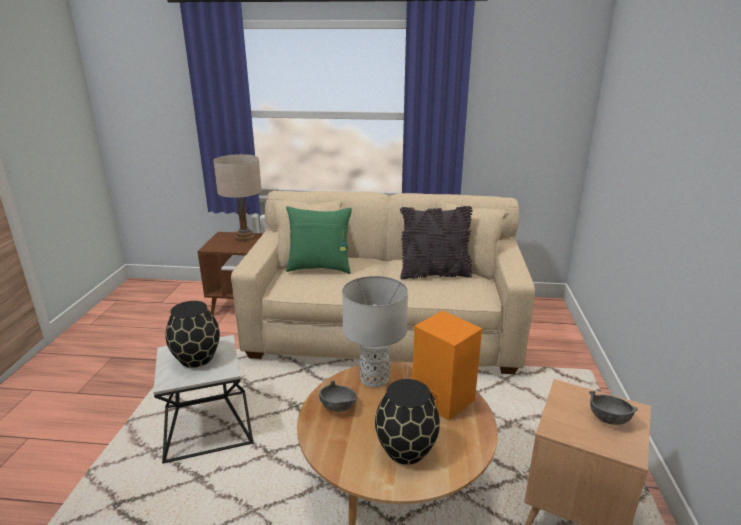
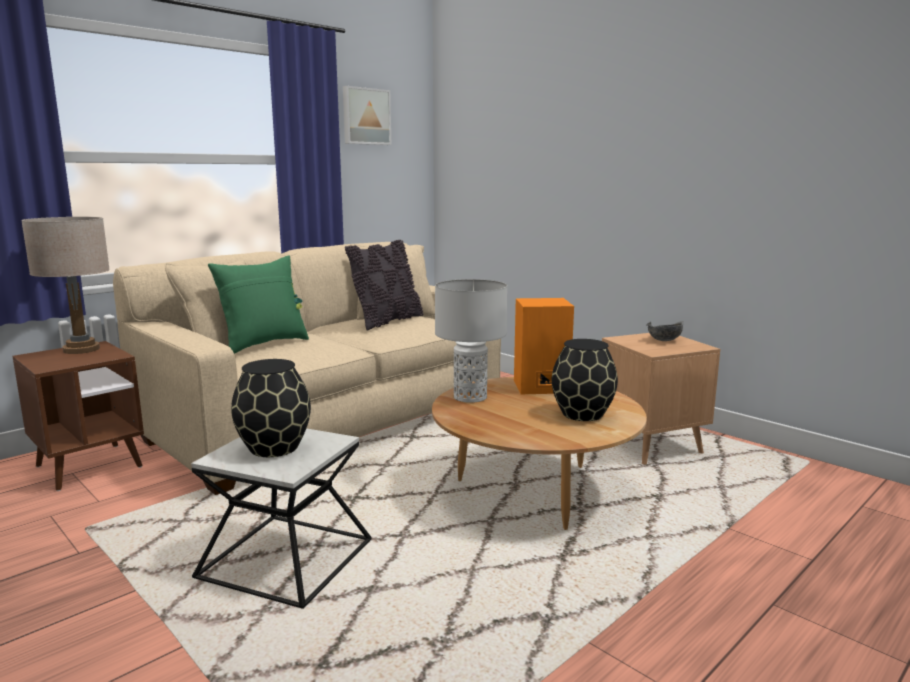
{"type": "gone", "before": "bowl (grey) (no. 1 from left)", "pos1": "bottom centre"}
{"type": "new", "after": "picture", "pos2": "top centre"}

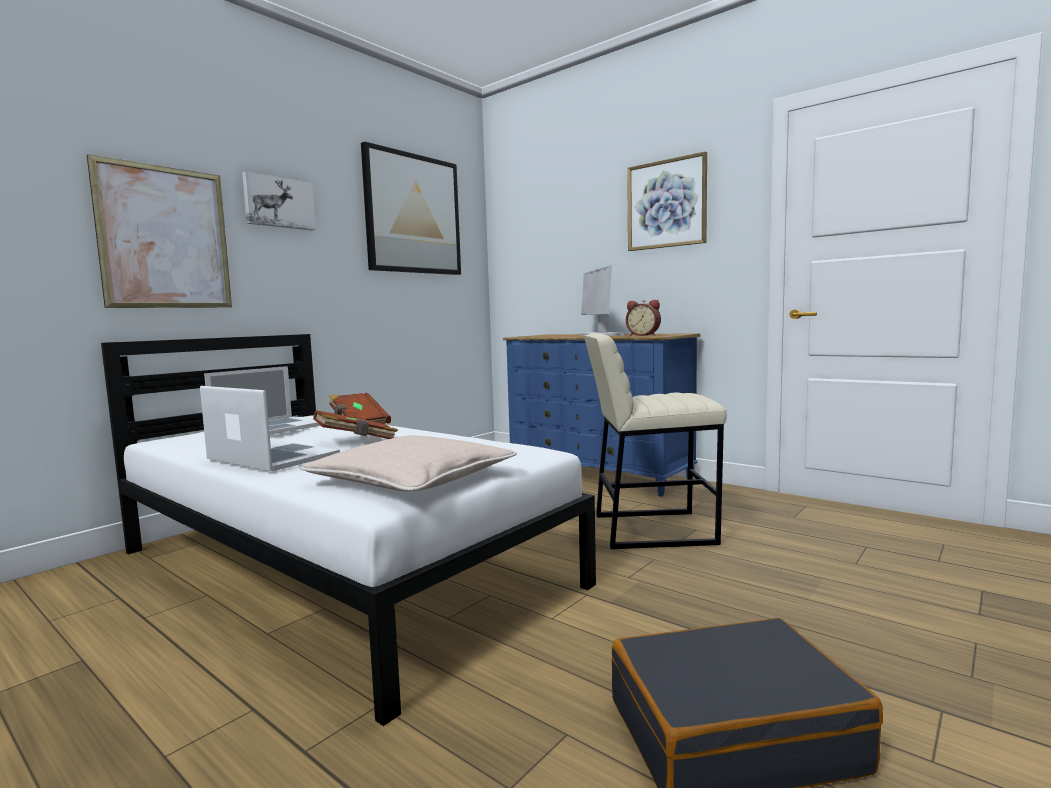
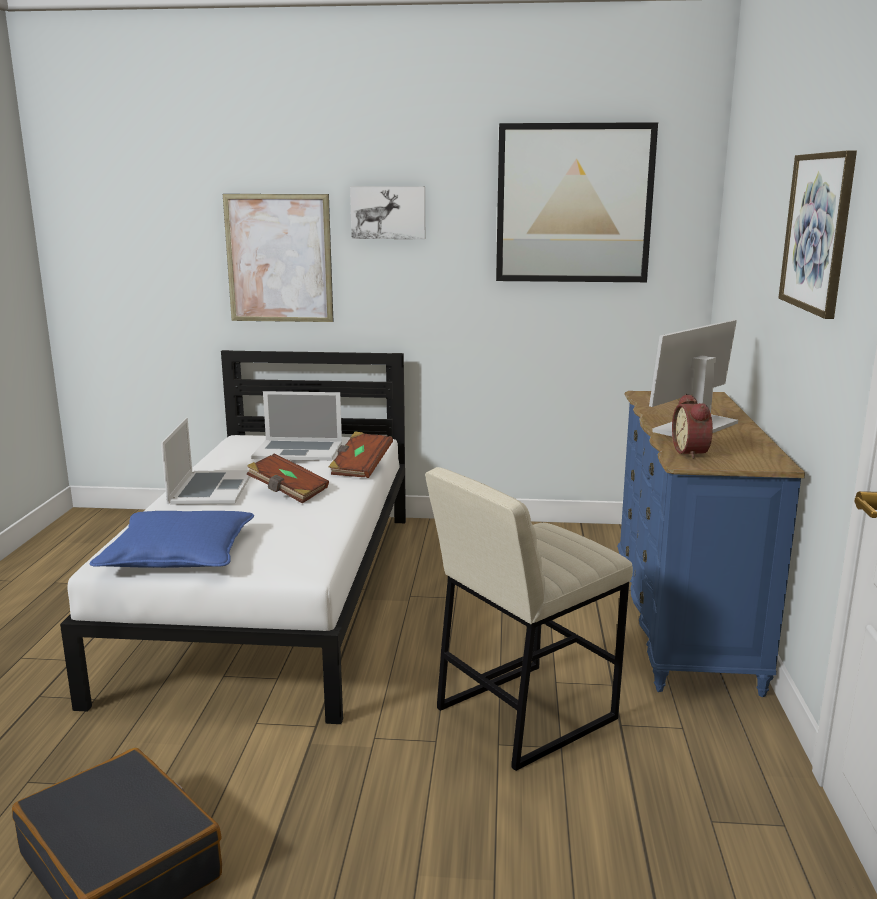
{"type": "repainted", "before": "pillow (beige)", "after": "pillow (blue)", "pos1": "centre", "pos2": "middle left"}
{"type": "rotated", "before": "chair (beige)", "pos1": "centre", "pos2": "bottom centre", "turn": -90}

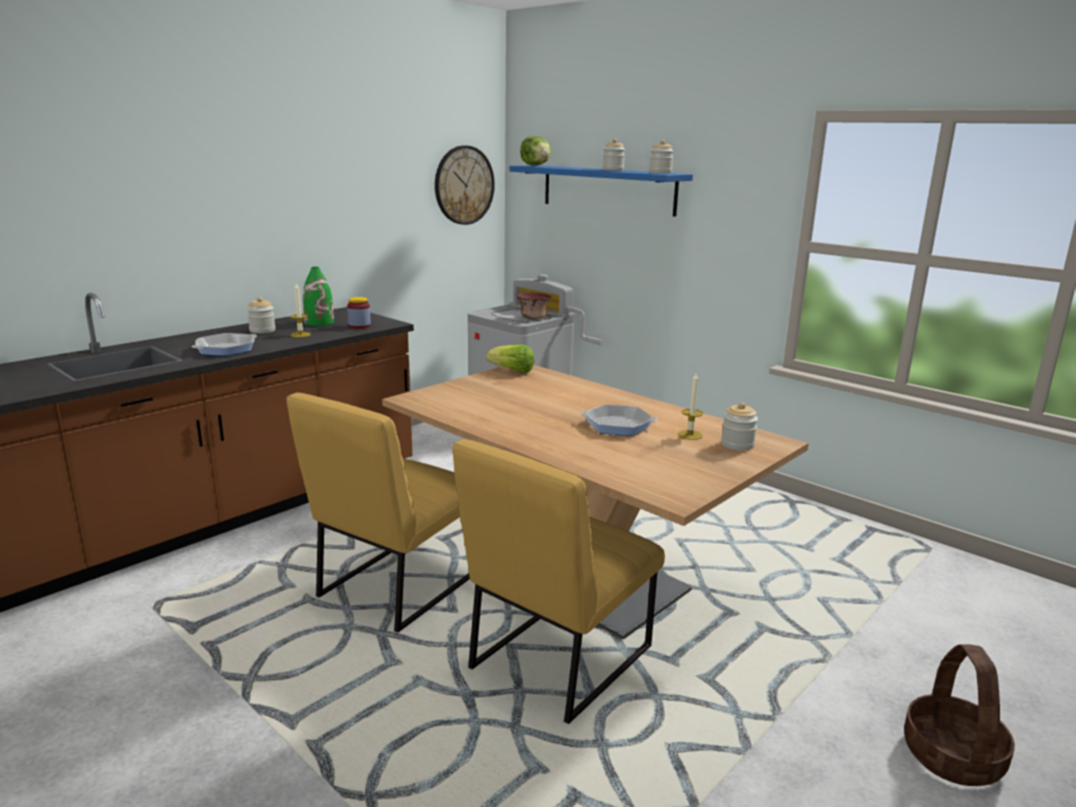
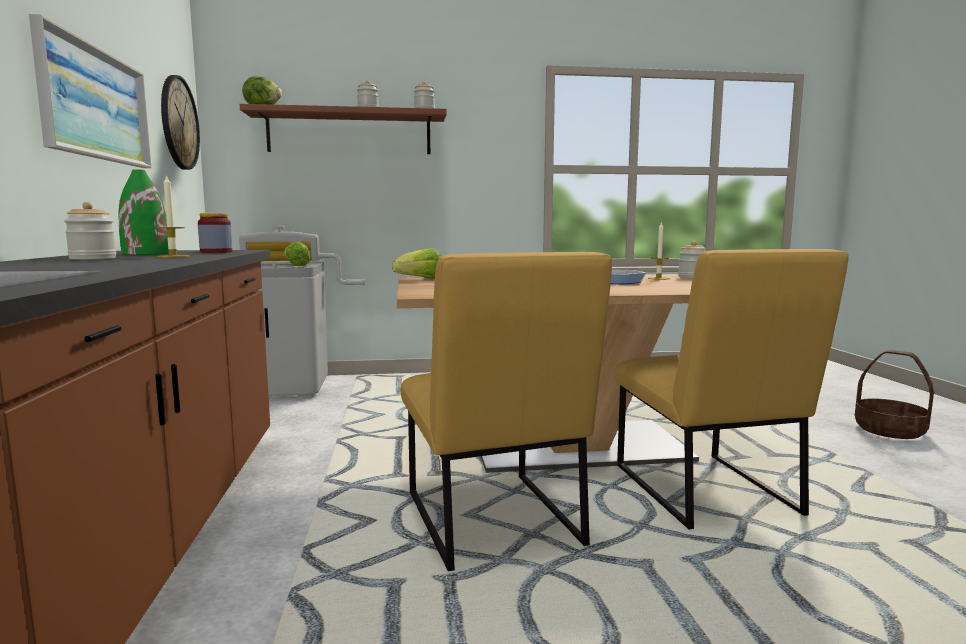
{"type": "gone", "before": "frying pan (no. 1 from left)", "pos1": "middle left"}
{"type": "new", "after": "picture", "pos2": "top left"}
{"type": "swapped", "before": "bowl", "after": "lettuce (no. 2 from left)", "pos1": "centre", "pos2": "middle left"}
{"type": "repainted", "before": "shelf (blue)", "after": "shelf (brown)", "pos1": "top centre", "pos2": "top centre"}

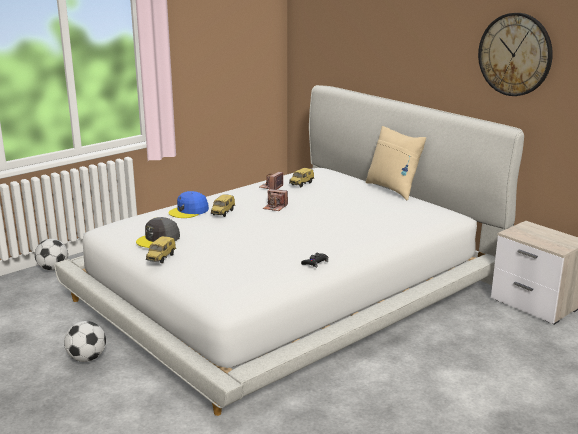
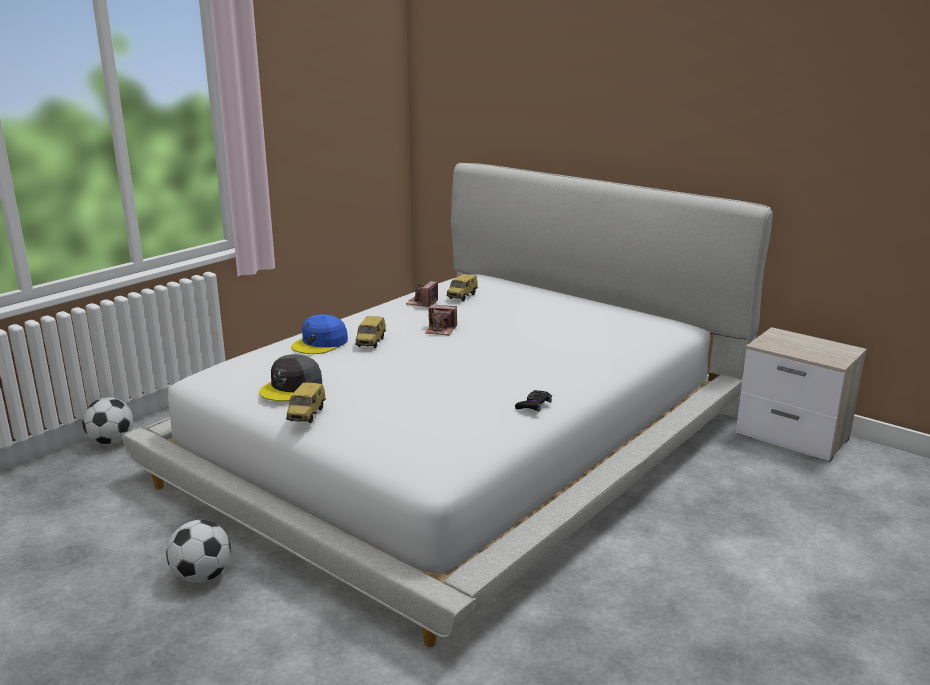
{"type": "gone", "before": "pillow (beige)", "pos1": "middle right"}
{"type": "gone", "before": "wall clock", "pos1": "top right"}

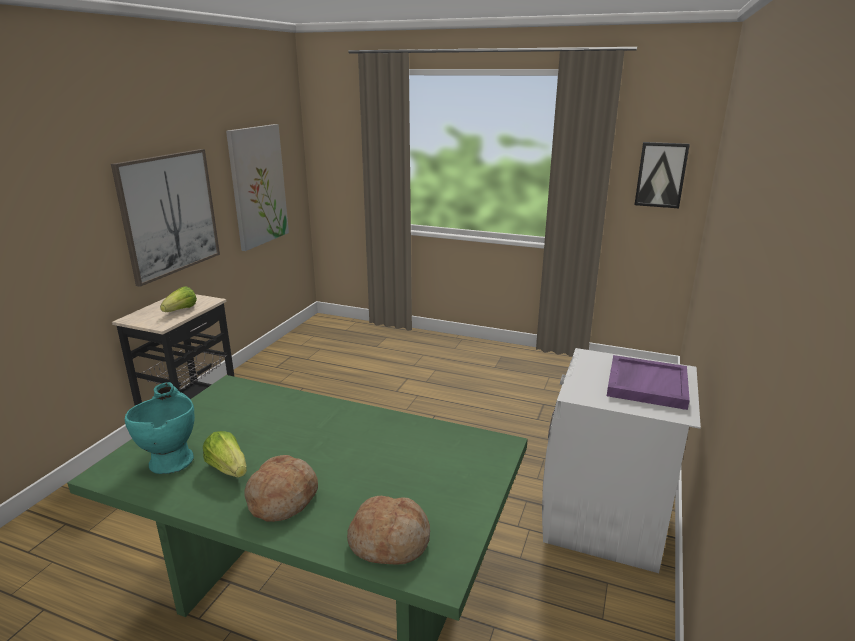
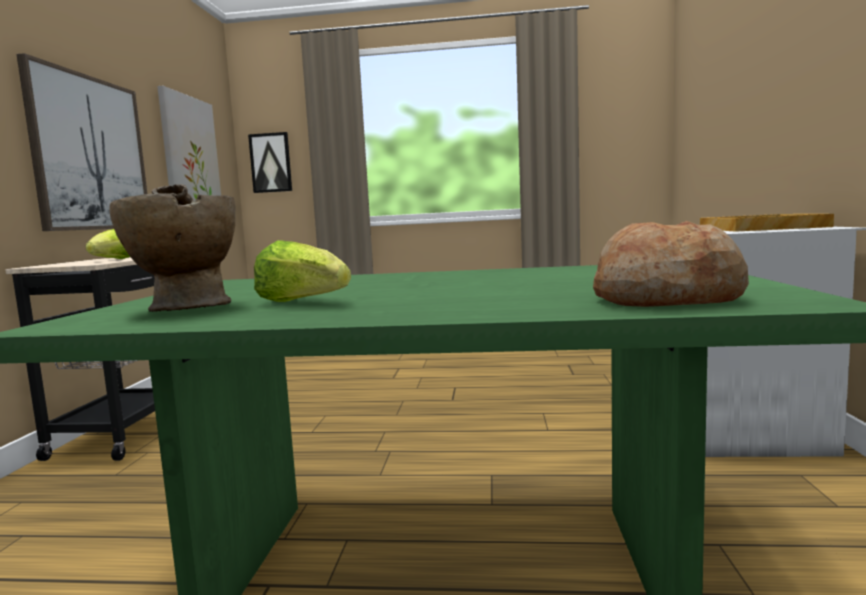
{"type": "gone", "before": "bread (no. 1 from left)", "pos1": "bottom left"}
{"type": "shifted", "before": "picture (no. 3 from left)", "pos1": "top right", "pos2": "top left"}
{"type": "repainted", "before": "vase (turquoise)", "after": "vase (beige)", "pos1": "bottom left", "pos2": "middle left"}
{"type": "repainted", "before": "tray (purple)", "after": "tray (beige)", "pos1": "middle right", "pos2": "middle right"}

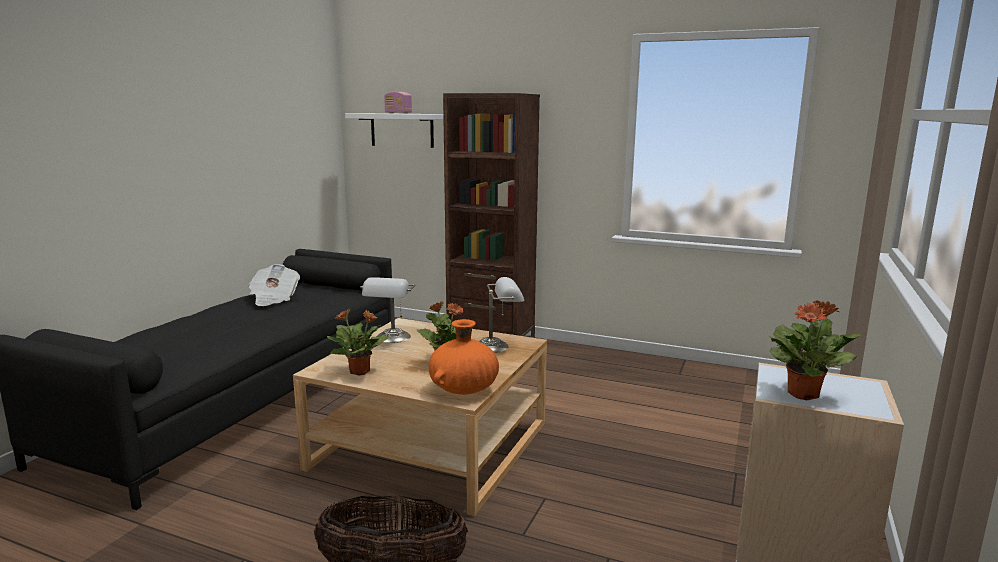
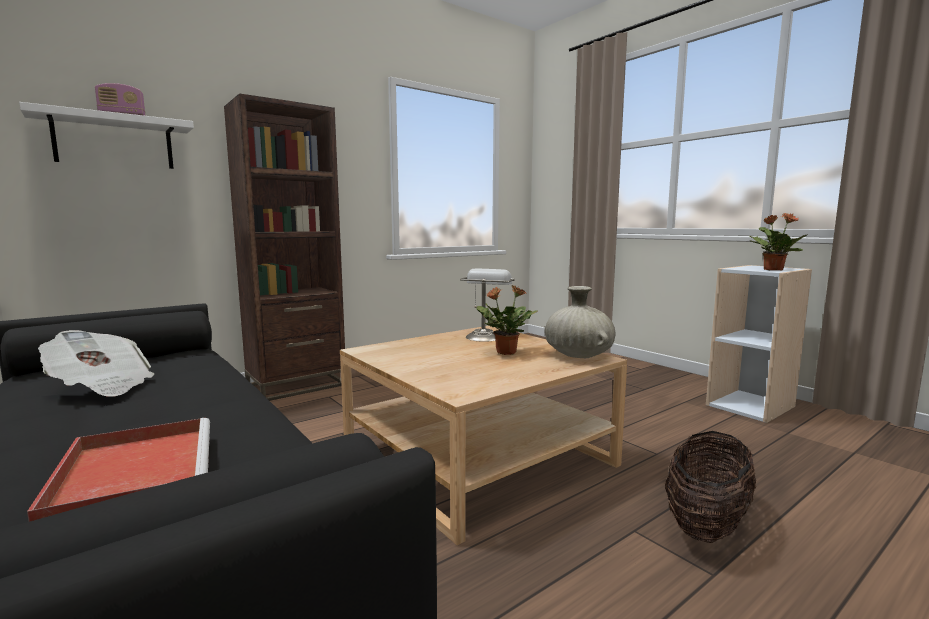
{"type": "gone", "before": "potted plant (no. 1 from left)", "pos1": "centre"}
{"type": "gone", "before": "table lamp (white) (no. 1 from left)", "pos1": "centre"}
{"type": "new", "after": "tray (red)", "pos2": "bottom left"}
{"type": "repainted", "before": "vase (orange)", "after": "vase (beige)", "pos1": "centre", "pos2": "centre"}

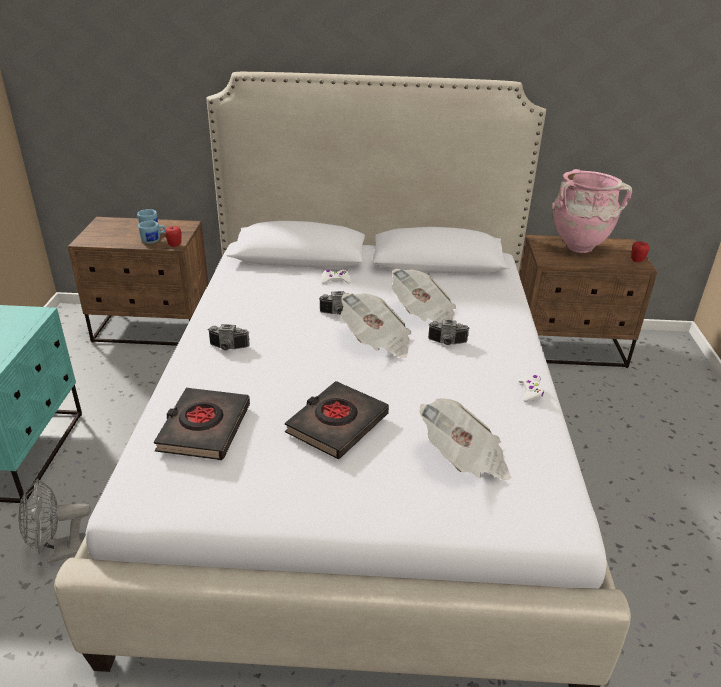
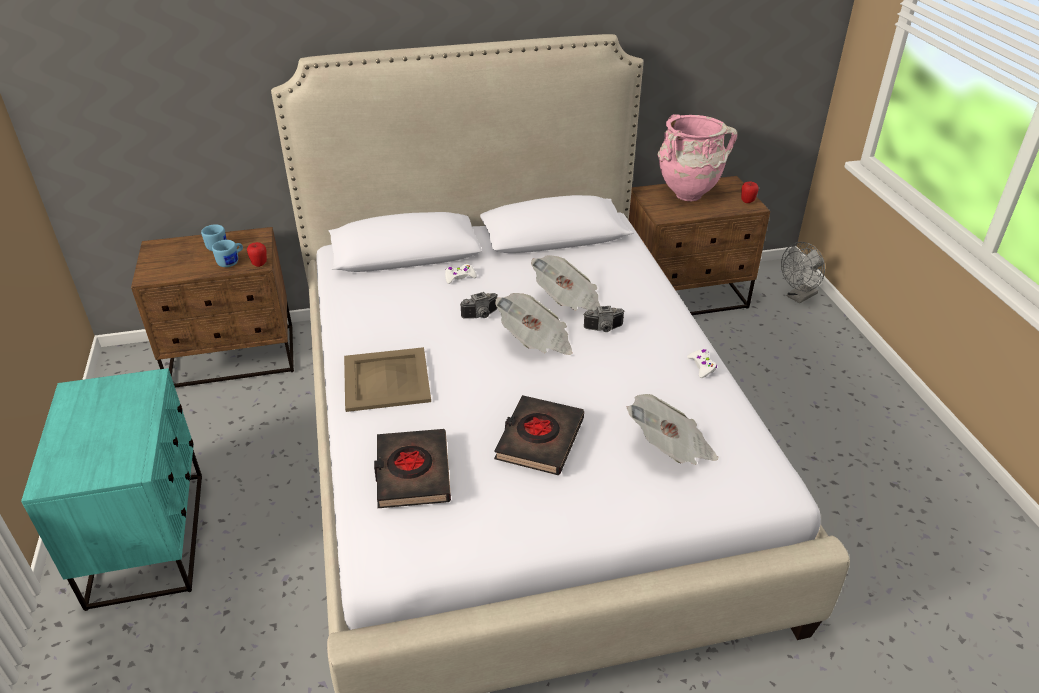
{"type": "shifted", "before": "fan (grey)", "pos1": "bottom left", "pos2": "middle right"}
{"type": "swapped", "before": "photo camera (no. 1 from left)", "after": "tray (beige)", "pos1": "middle left", "pos2": "centre"}

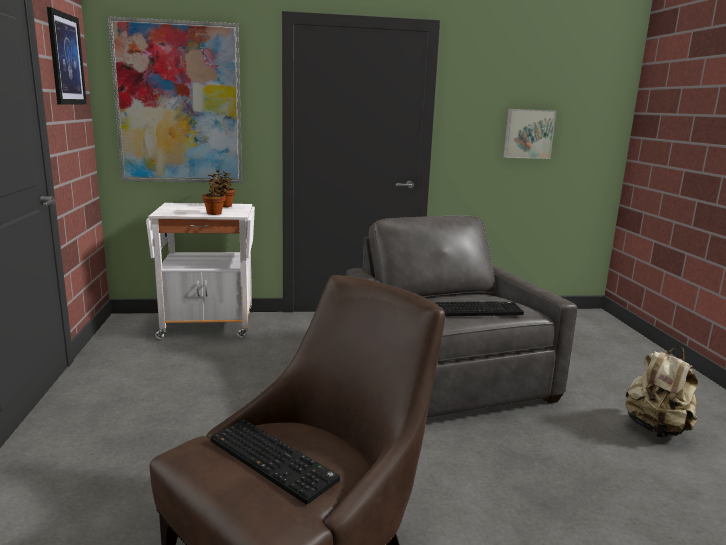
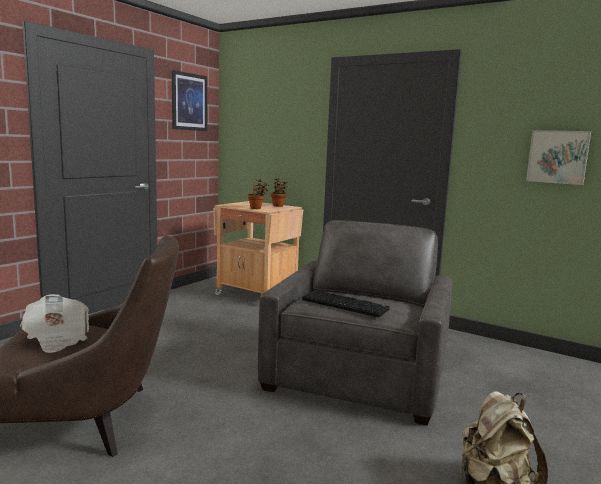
{"type": "gone", "before": "picture (no. 2 from left)", "pos1": "top left"}
{"type": "swapped", "before": "keyboard (no. 1 from left)", "after": "newspaper", "pos1": "bottom centre", "pos2": "bottom left"}
{"type": "repainted", "before": "cart (white)", "after": "cart (brown)", "pos1": "middle left", "pos2": "centre"}

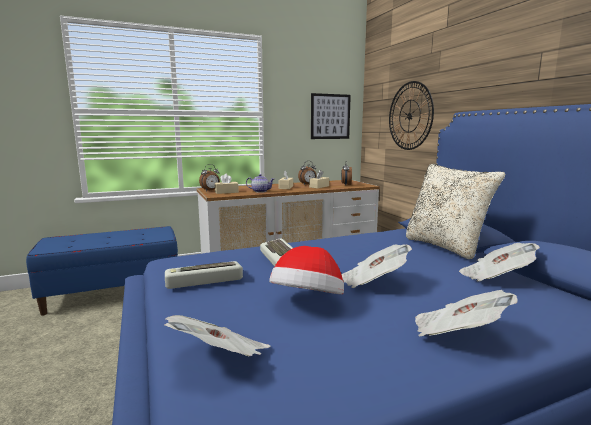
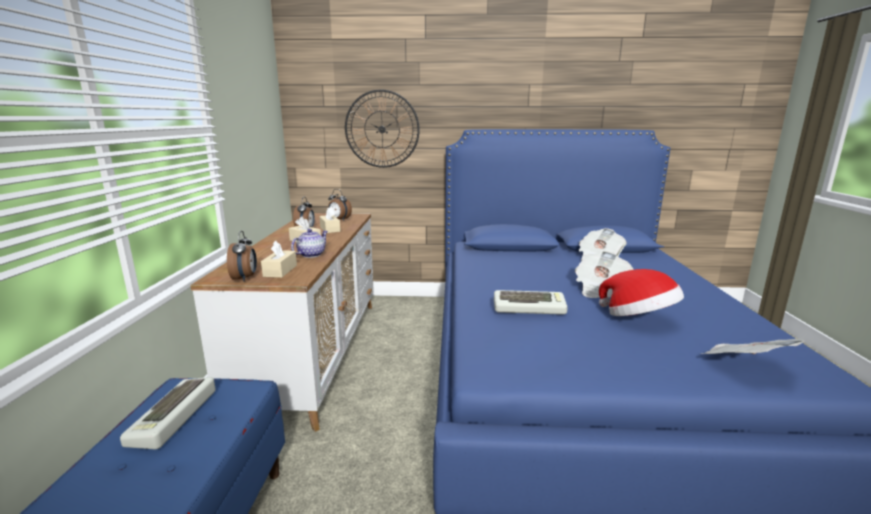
{"type": "gone", "before": "picture", "pos1": "top centre"}
{"type": "gone", "before": "pillow (beige)", "pos1": "middle right"}
{"type": "gone", "before": "newspaper (no. 3 from left)", "pos1": "bottom right"}
{"type": "shifted", "before": "keyboard (no. 1 from left)", "pos1": "centre", "pos2": "bottom left"}

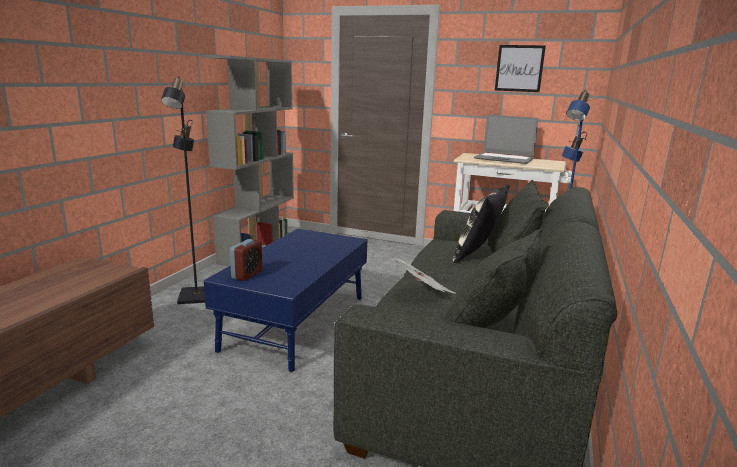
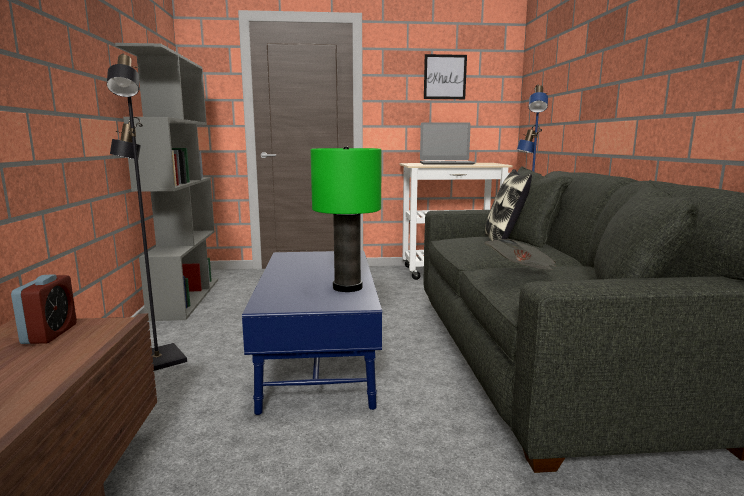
{"type": "new", "after": "table lamp (green)", "pos2": "centre"}
{"type": "shifted", "before": "alarm clock", "pos1": "centre", "pos2": "middle left"}

